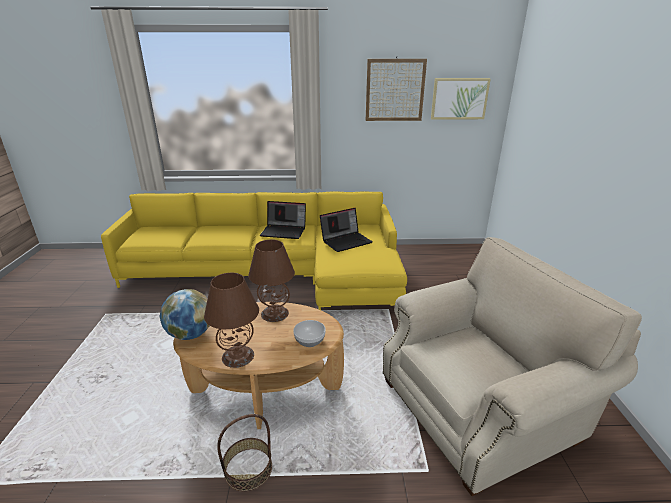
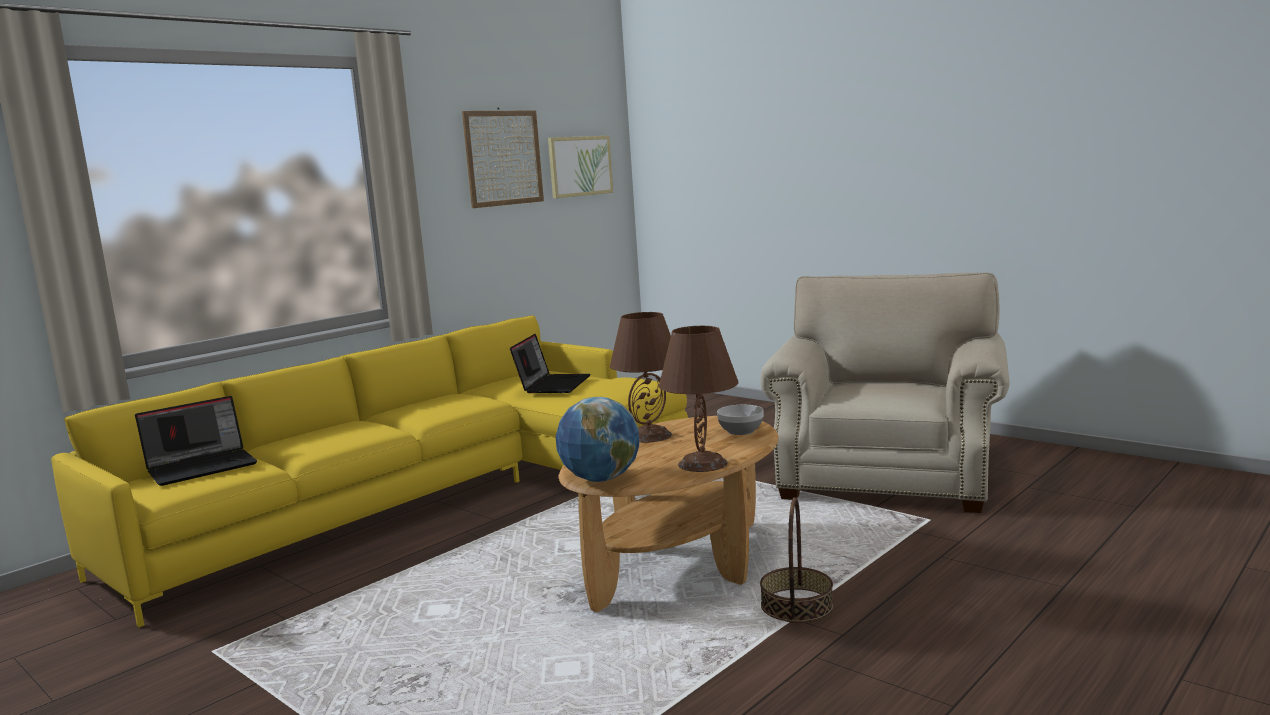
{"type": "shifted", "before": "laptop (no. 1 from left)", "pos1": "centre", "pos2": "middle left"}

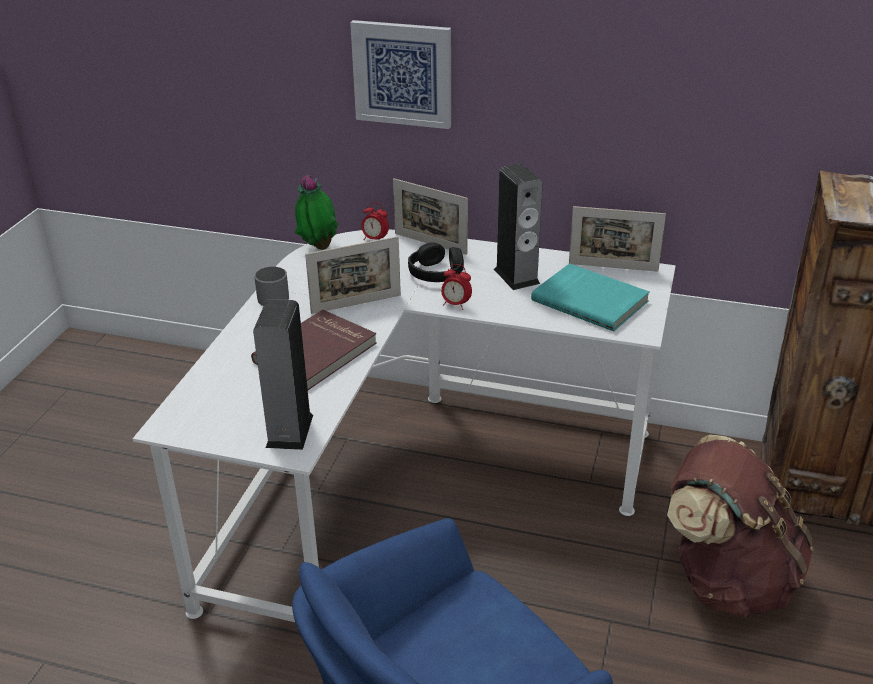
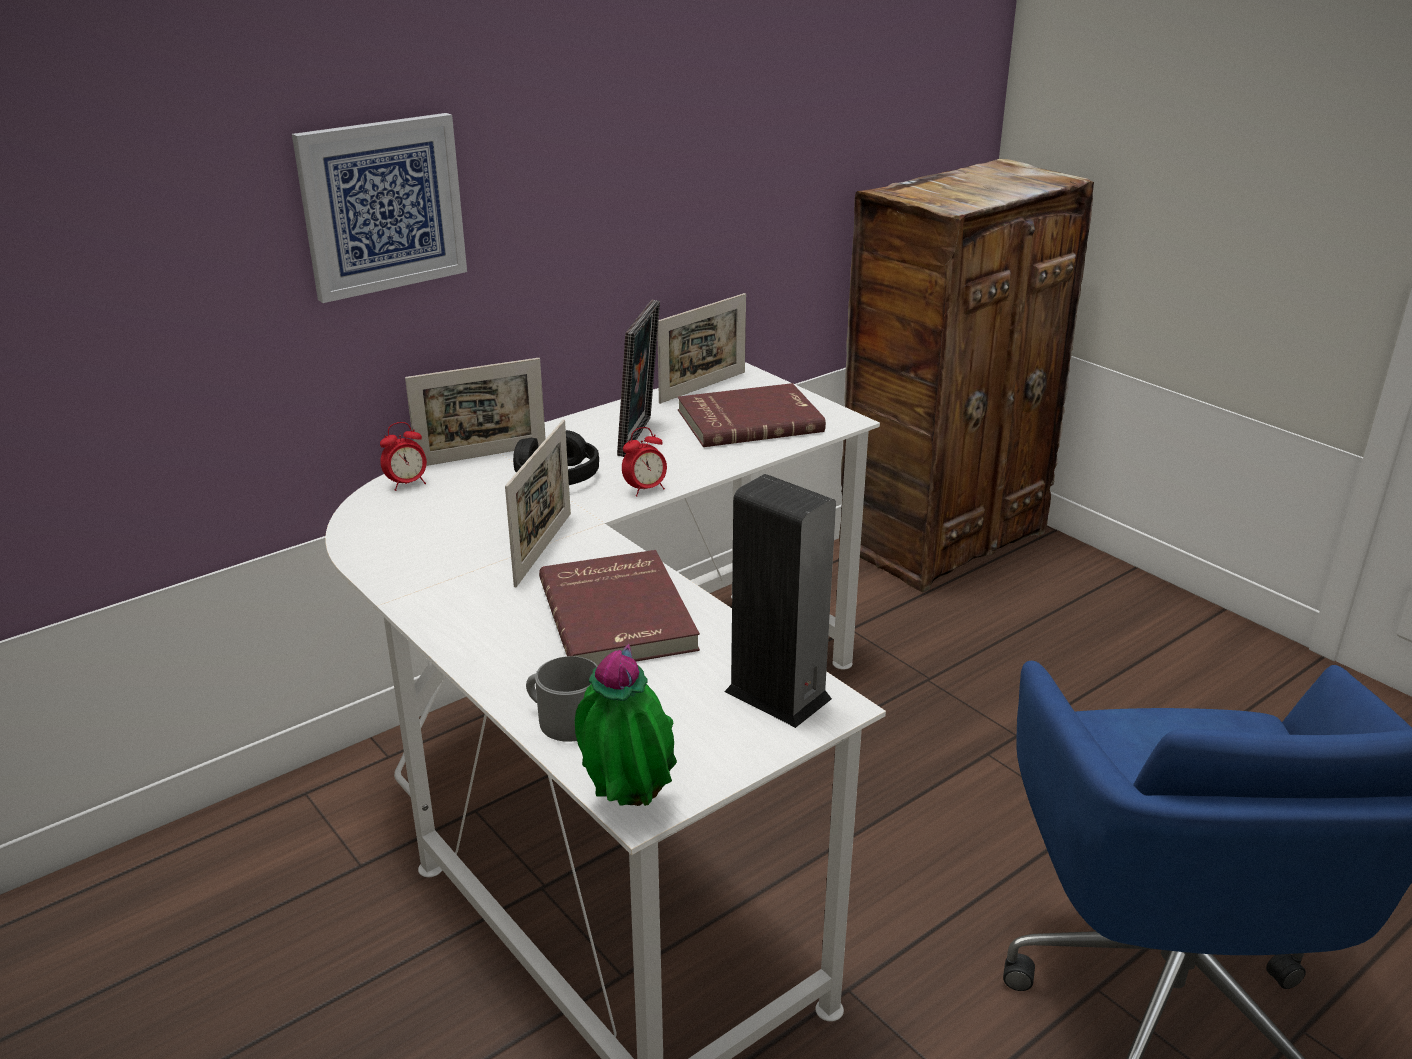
{"type": "gone", "before": "backpack (brown)", "pos1": "bottom right"}
{"type": "shifted", "before": "mug (grey)", "pos1": "middle left", "pos2": "centre"}
{"type": "shifted", "before": "potted plant", "pos1": "top centre", "pos2": "bottom centre"}
{"type": "swapped", "before": "speaker (no. 2 from left)", "after": "picture frame (no. 3 from left)", "pos1": "top centre", "pos2": "centre"}
{"type": "repainted", "before": "book (turquoise)", "after": "book (red) (no. 2 from left)", "pos1": "middle right", "pos2": "centre"}

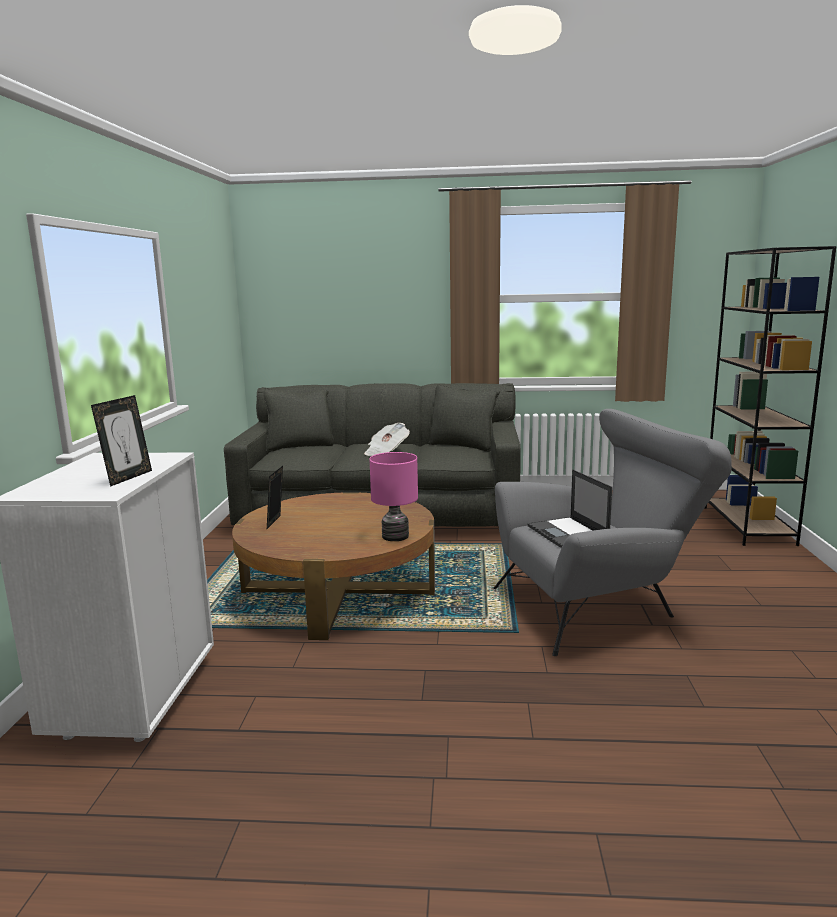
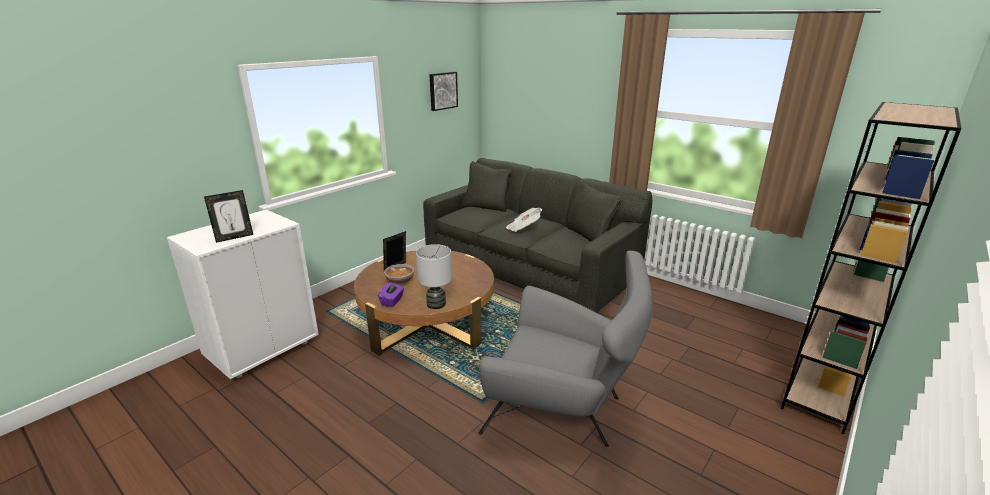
{"type": "gone", "before": "laptop", "pos1": "middle right"}
{"type": "new", "after": "tissue box (purple)", "pos2": "centre"}
{"type": "new", "after": "bowl", "pos2": "centre"}
{"type": "new", "after": "picture", "pos2": "top centre"}
{"type": "repainted", "before": "table lamp (pink)", "after": "table lamp (grey)", "pos1": "centre", "pos2": "centre"}

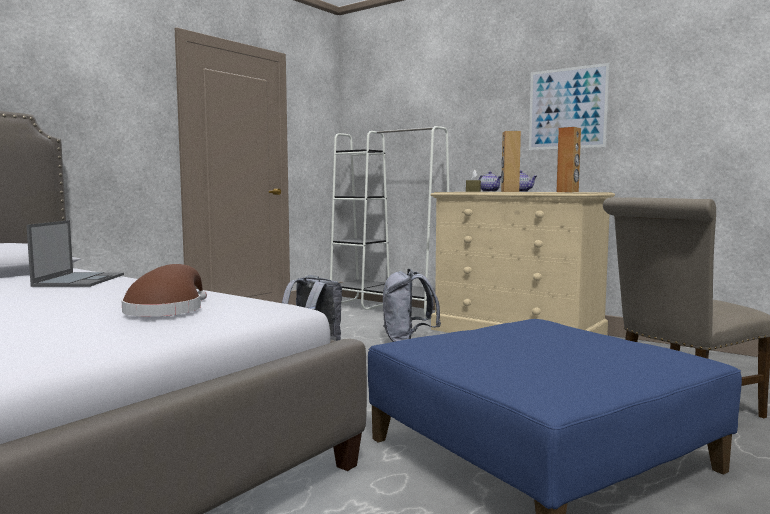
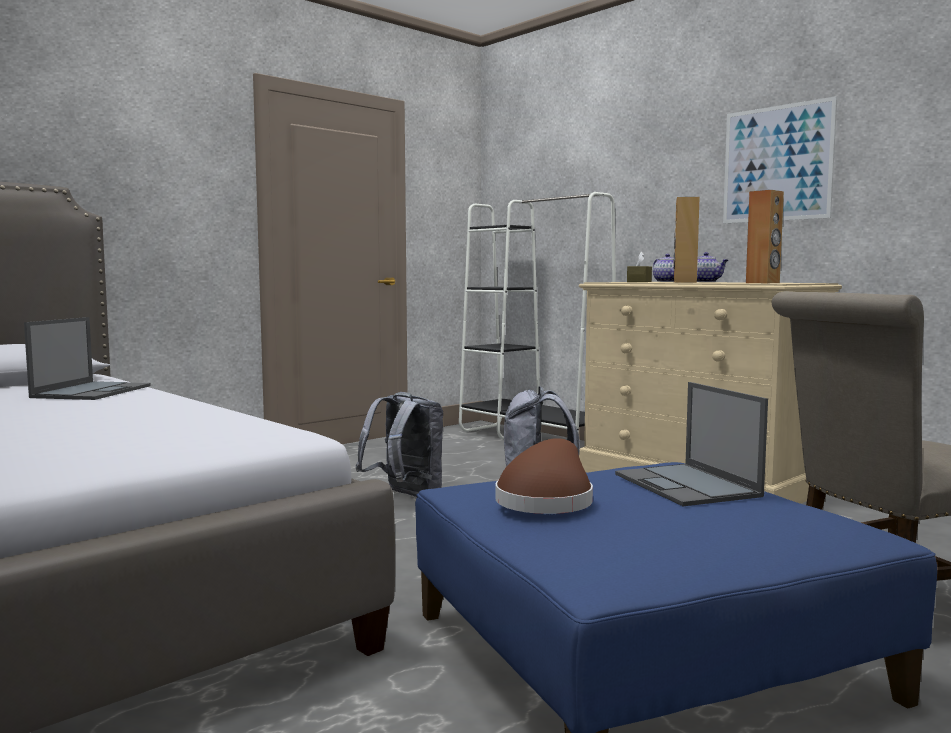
{"type": "new", "after": "laptop (no. 2 from left)", "pos2": "middle right"}
{"type": "shifted", "before": "hat (brown)", "pos1": "middle left", "pos2": "centre"}

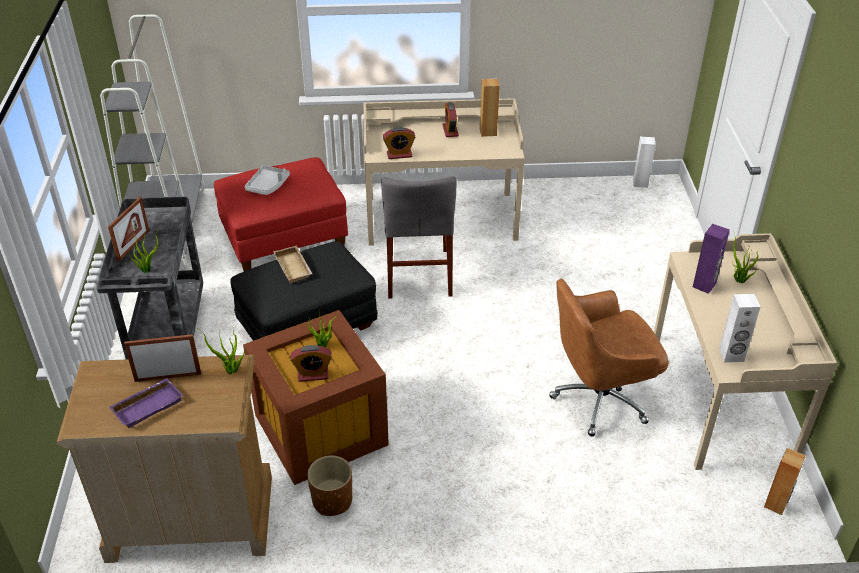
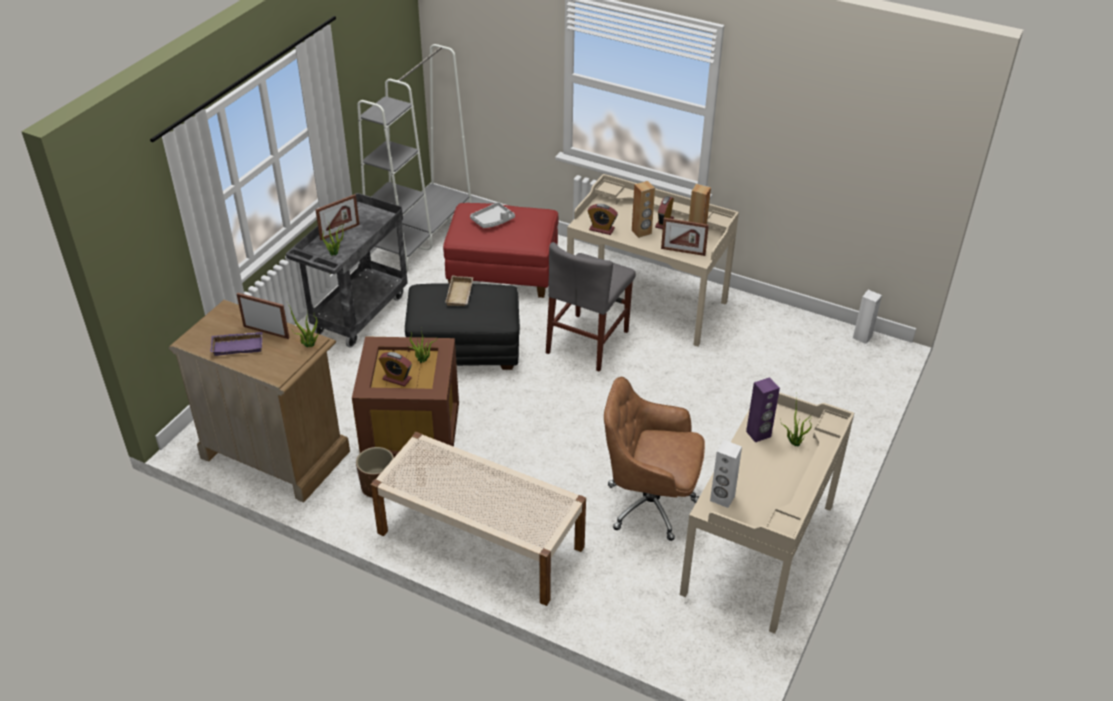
{"type": "new", "after": "bench (beige)", "pos2": "bottom centre"}
{"type": "new", "after": "picture frame (no. 3 from left)", "pos2": "centre"}
{"type": "shifted", "before": "speaker (brown) (no. 2 from left in the first image)", "after": "speaker (brown) (no. 1 from left)", "pos1": "bottom right", "pos2": "top centre"}

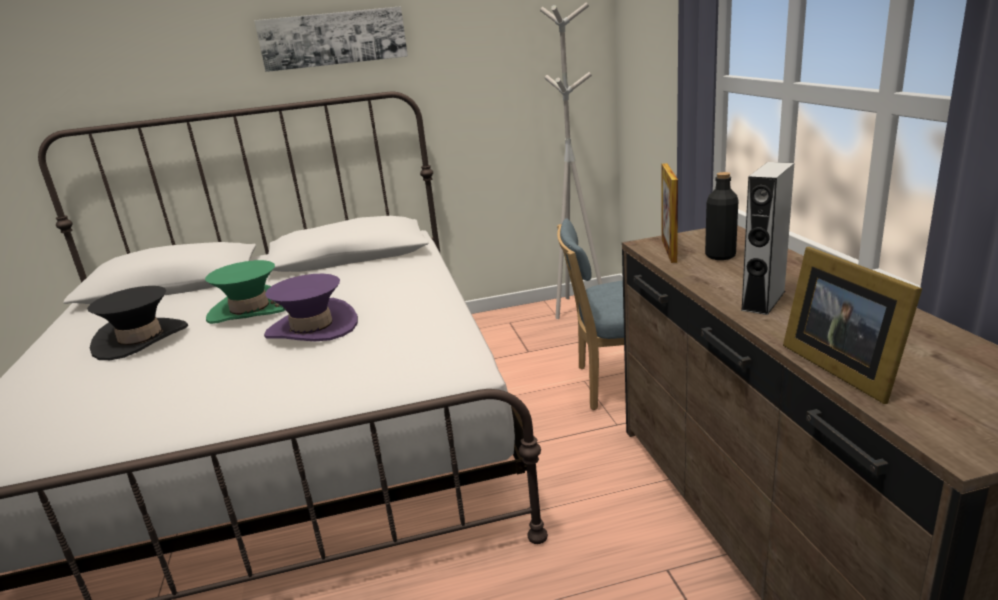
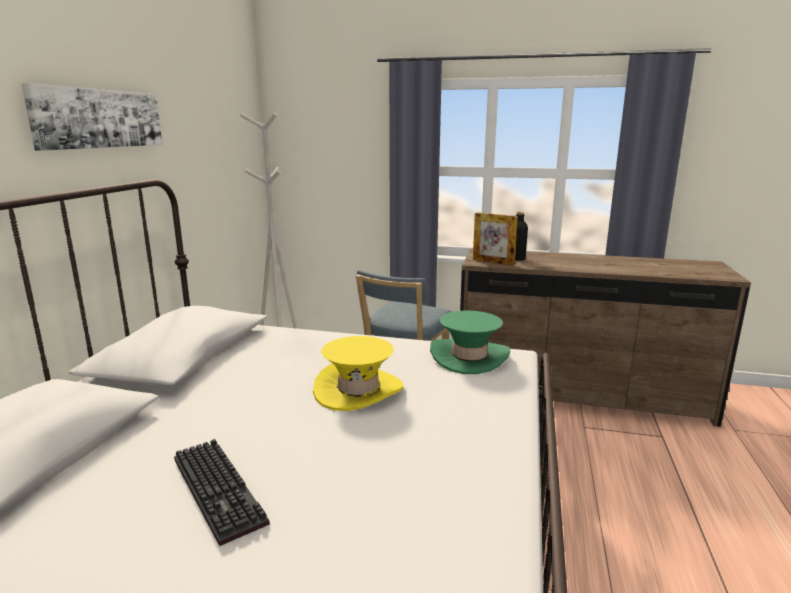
{"type": "gone", "before": "speaker (grey)", "pos1": "middle right"}
{"type": "gone", "before": "picture frame (no. 2 from left)", "pos1": "middle right"}
{"type": "shifted", "before": "hat (green)", "pos1": "middle left", "pos2": "centre"}
{"type": "swapped", "before": "hat (black)", "after": "keyboard", "pos1": "middle left", "pos2": "bottom left"}
{"type": "repainted", "before": "hat (purple)", "after": "hat (yellow)", "pos1": "middle left", "pos2": "centre"}

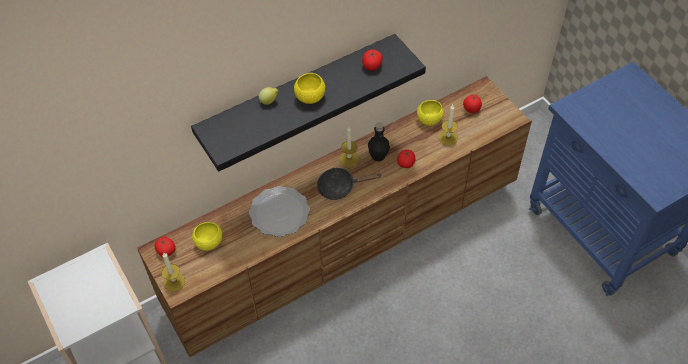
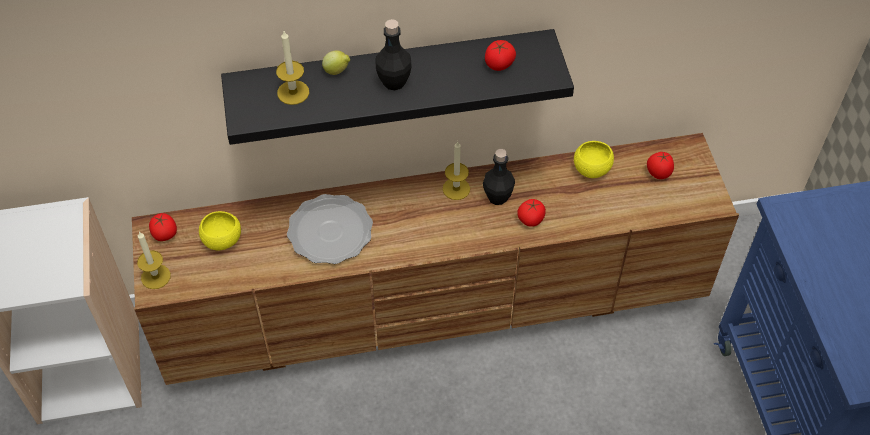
{"type": "gone", "before": "frying pan (black)", "pos1": "centre"}
{"type": "shifted", "before": "candle (no. 3 from left in the first image)", "after": "candle (no. 2 from left)", "pos1": "centre", "pos2": "top centre"}
{"type": "swapped", "before": "bowl (yellow) (no. 2 from left)", "after": "bottle (black) (no. 1 from left)", "pos1": "top centre", "pos2": "top centre"}

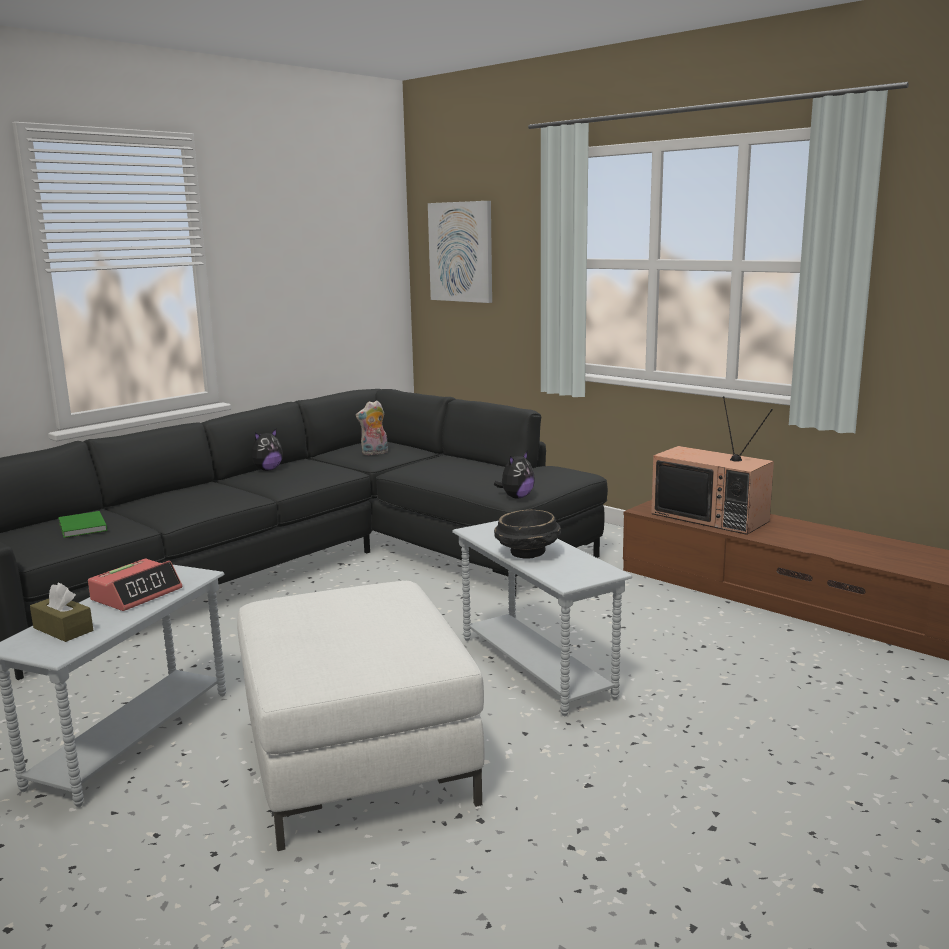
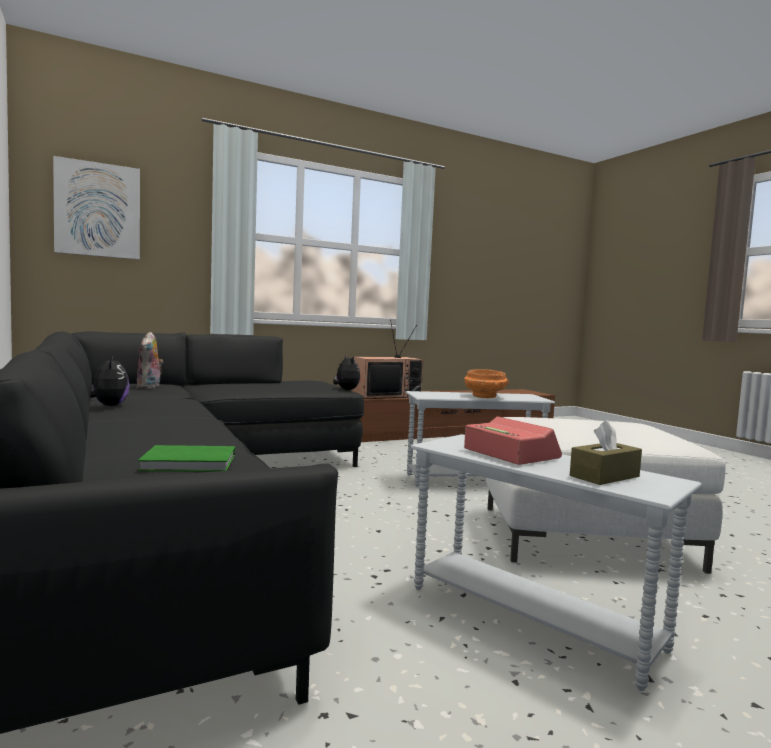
{"type": "repainted", "before": "bowl (black)", "after": "bowl (orange)", "pos1": "centre", "pos2": "centre"}

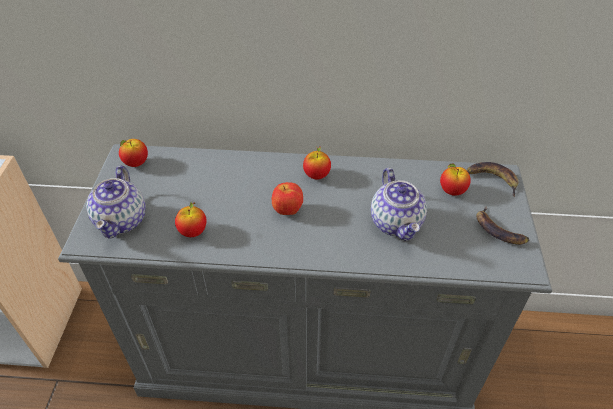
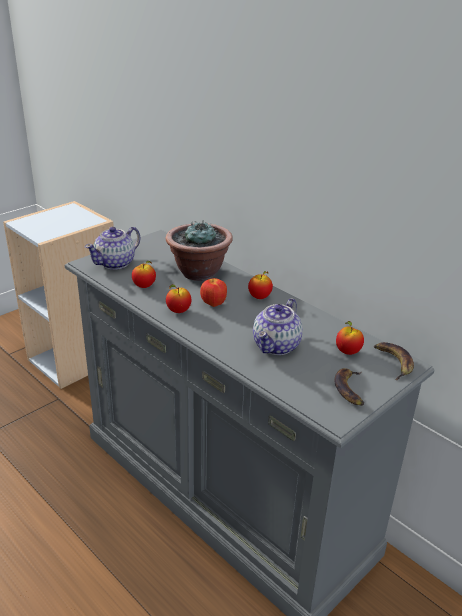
{"type": "new", "after": "potted plant", "pos2": "centre"}
{"type": "shifted", "before": "apple (no. 1 from left in the first image)", "after": "apple (no. 2 from left)", "pos1": "middle left", "pos2": "centre"}

